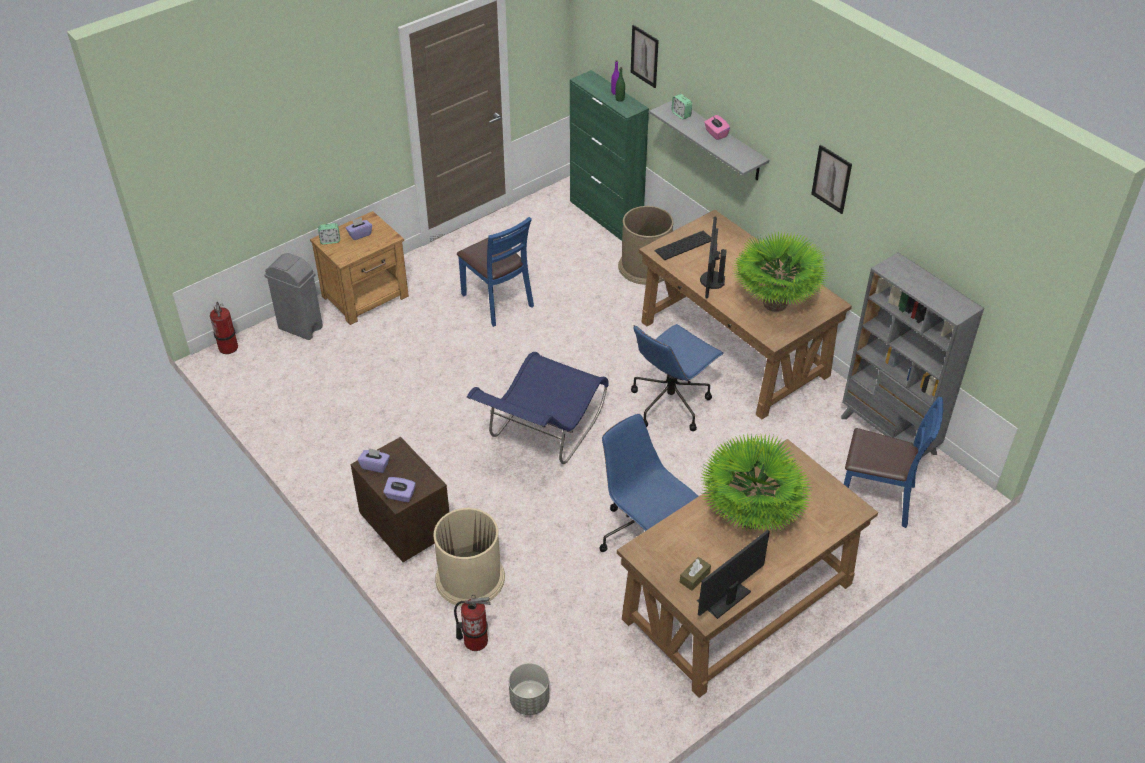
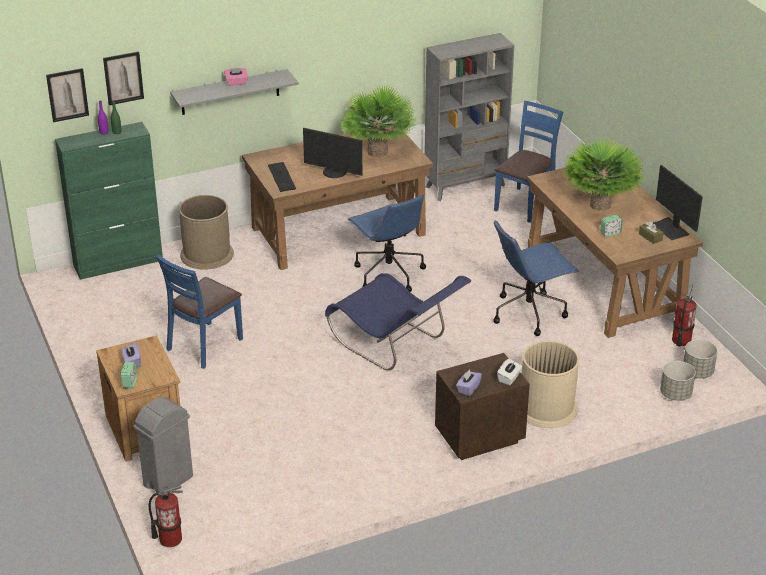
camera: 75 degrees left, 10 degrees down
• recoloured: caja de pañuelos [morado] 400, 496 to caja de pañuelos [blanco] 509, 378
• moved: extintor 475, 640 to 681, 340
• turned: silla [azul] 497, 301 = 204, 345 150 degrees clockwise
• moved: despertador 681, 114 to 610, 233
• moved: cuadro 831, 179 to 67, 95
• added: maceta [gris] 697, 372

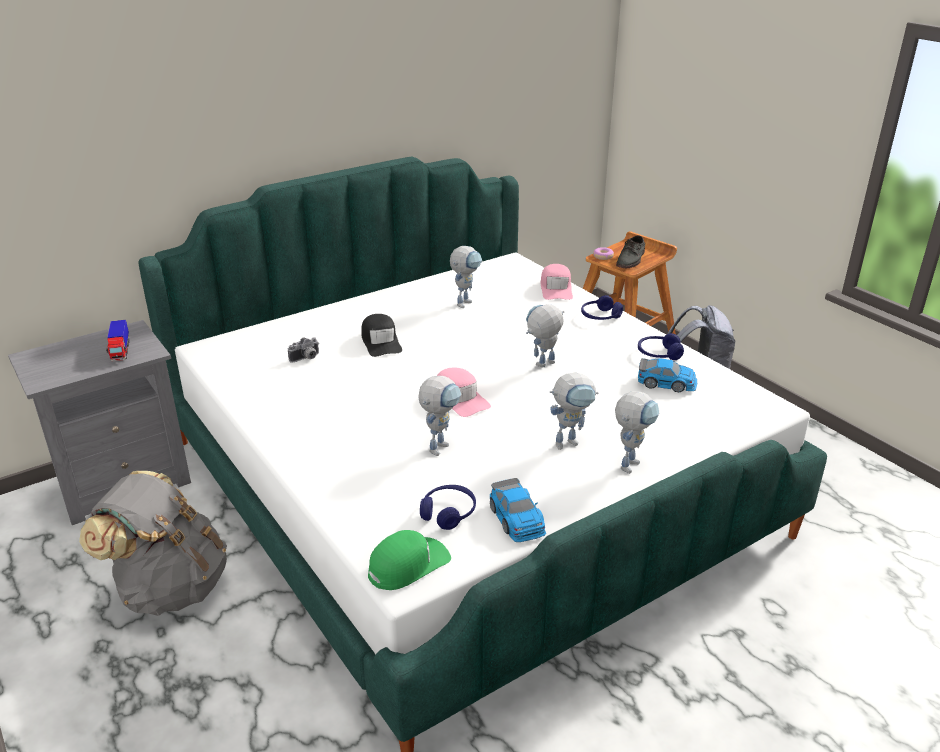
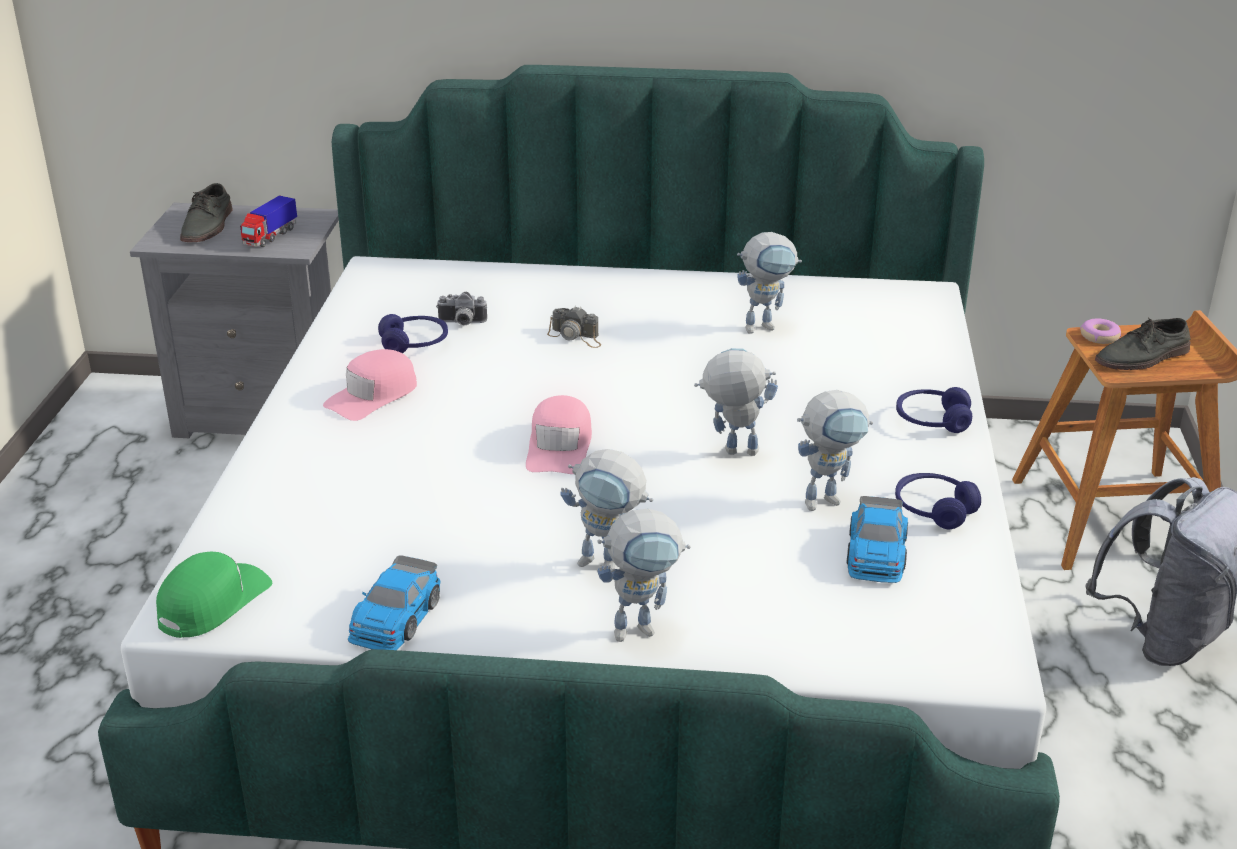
camera: 40 degrees right, 0 degrees up
• removed: mochila [gris] 170, 587
• replaced: gorra [negro] 381, 342 to cámara 576, 337
• turned: gorra [verde] 408, 565 = 213, 602 60 degrees counterclockwise
• moved: robot de juguete 440, 445 to 829, 499
• moved: auriculares [azul] 448, 513 to 414, 344
• moved: gorra [rosa] 556, 289 to 373, 396
• turned: coche de juguete 667, 383 = 876, 554 45 degrees clockwise
• added: zapato [gris] 208, 226

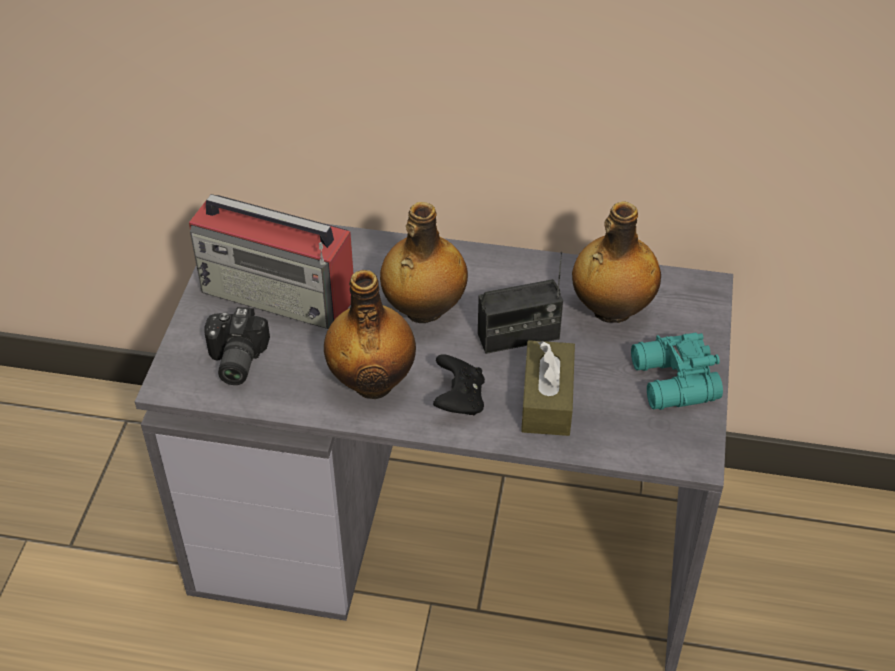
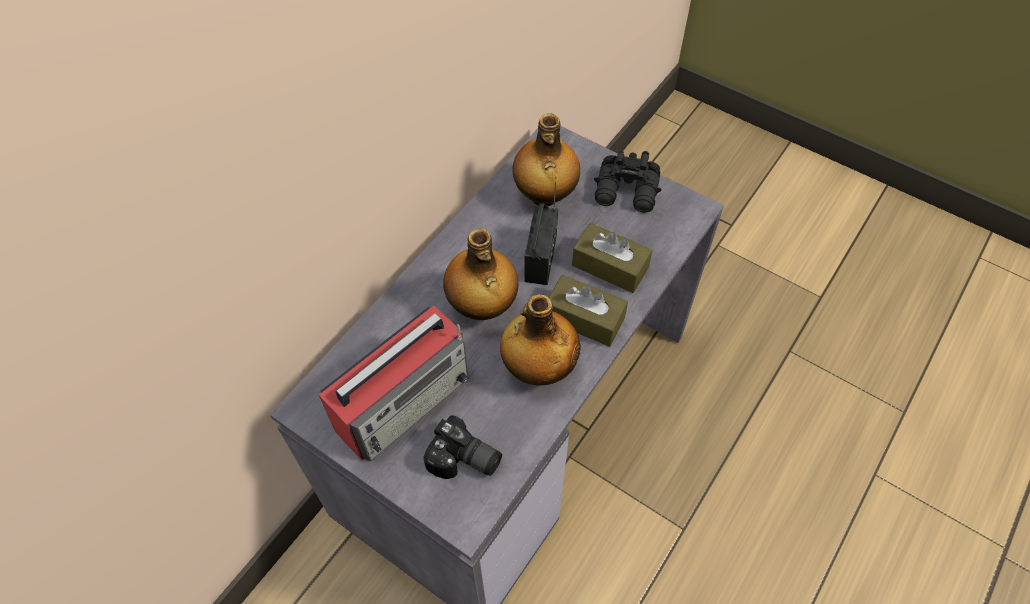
camera: 65 degrees left, 10 degrees up
• replaced: mando de consola [negro] 459, 400 to caja de pañuelos [marrón] 584, 318
• recoloured: prismáticos [turquesa] 672, 382 to prismáticos [negro] 627, 192

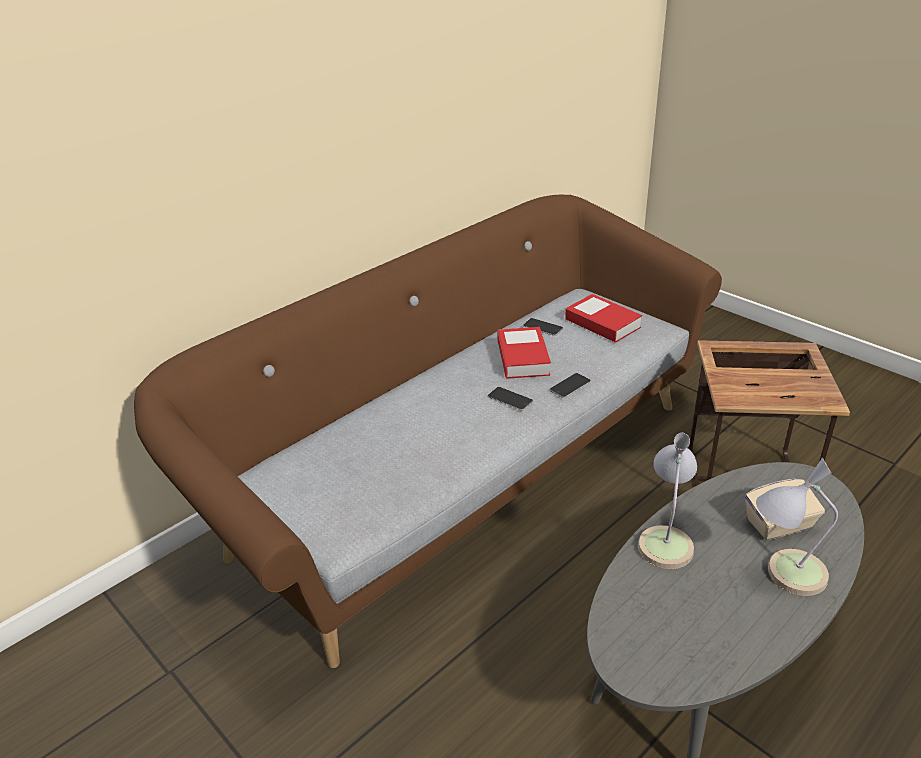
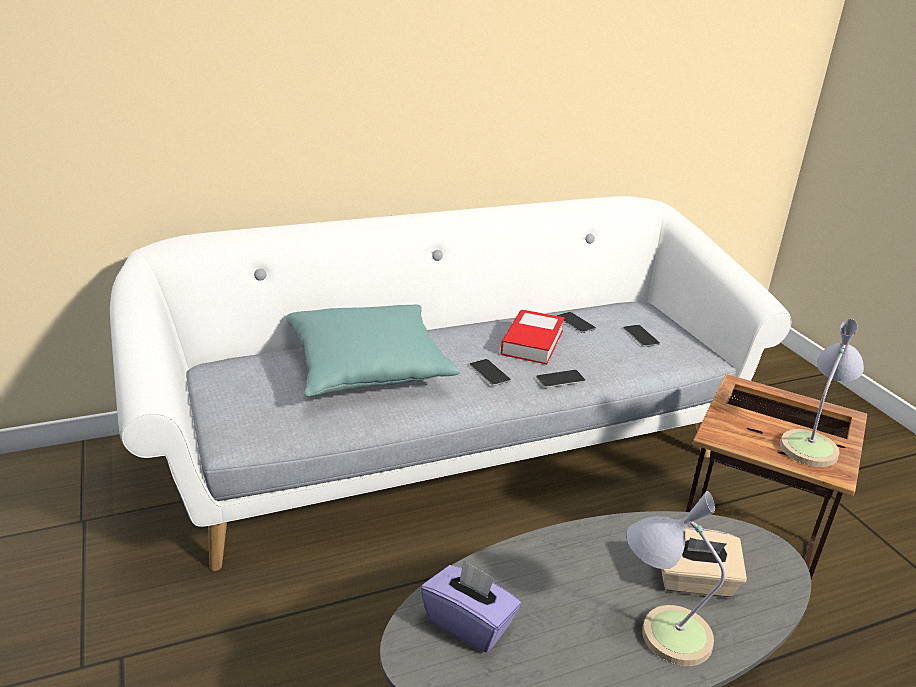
camera: 20 degrees right, 5 degrees down
• recoloured: sofá [marrón] 464, 472 to sofá [blanco] 452, 446
• replaced: libro 602, 323 to móvil 641, 336
• moved: lámpara de mesa 666, 539 to 812, 443
• added: cojín [turquesa] 368, 367
• added: caja de pañuelos [morado] 469, 623

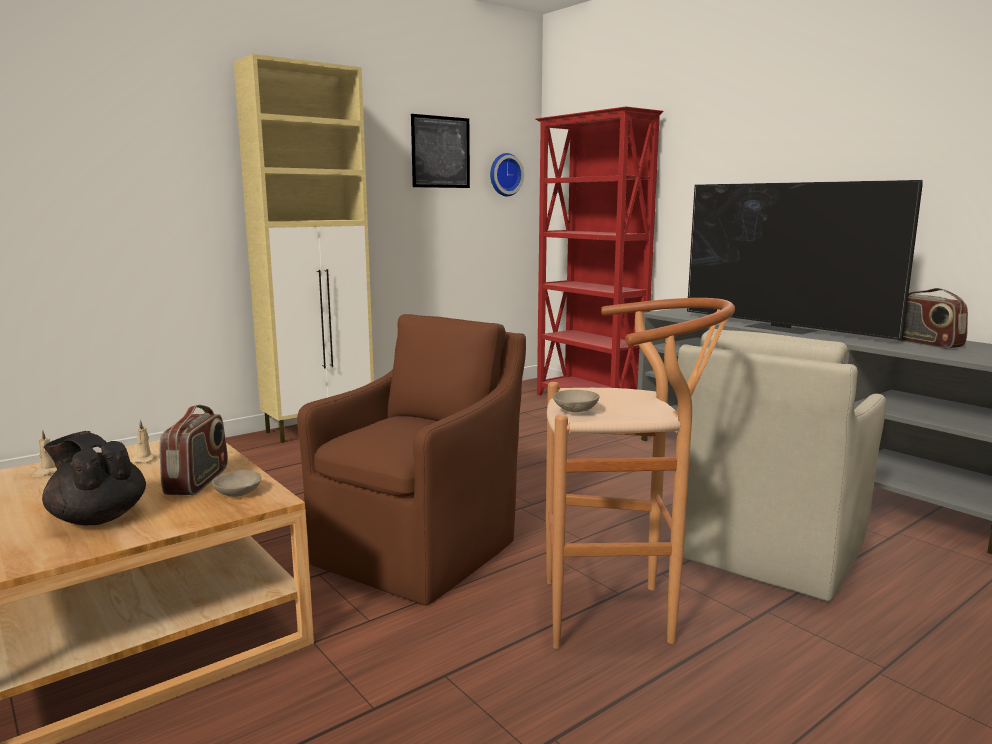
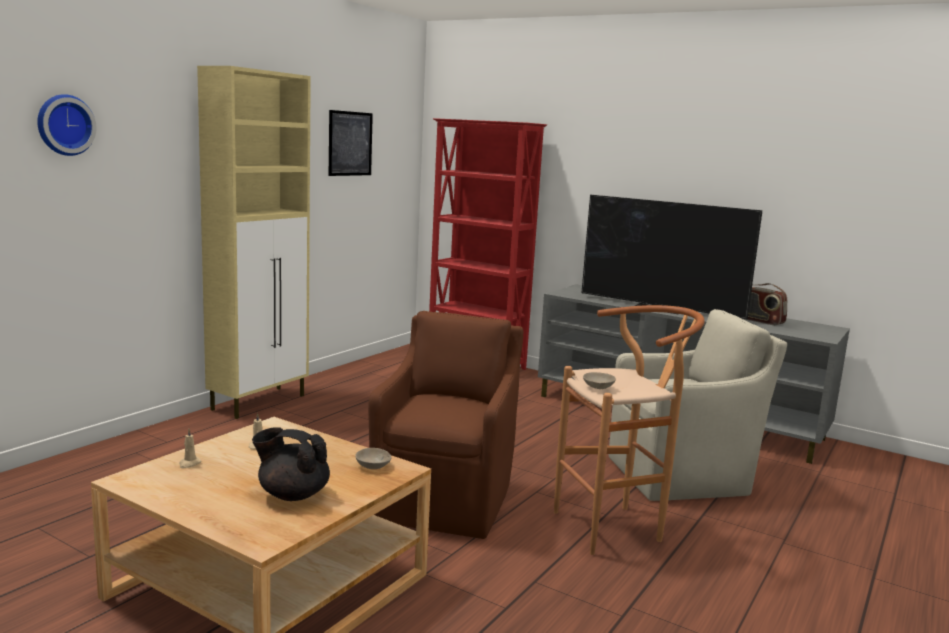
camera: 20 degrees left, 0 degrees up
• removed: radio 198, 481
• moved: reloj de pared 504, 175 to 64, 125
• turned: sillón [beis] 768, 552 = 681, 476 120 degrees counterclockwise

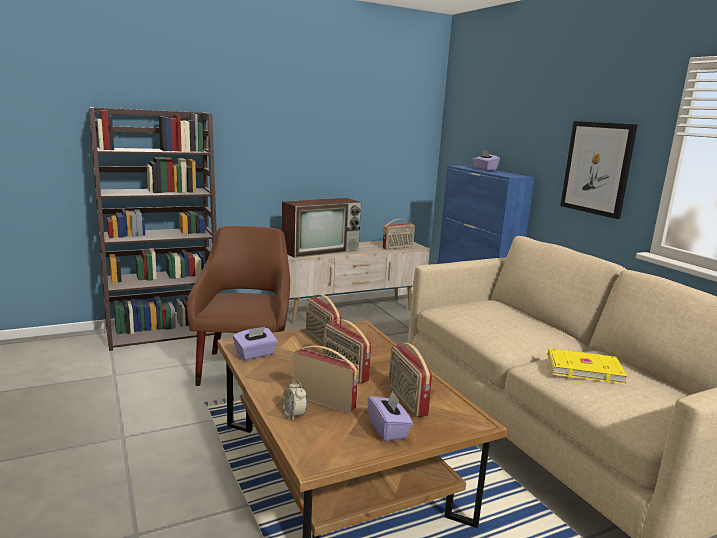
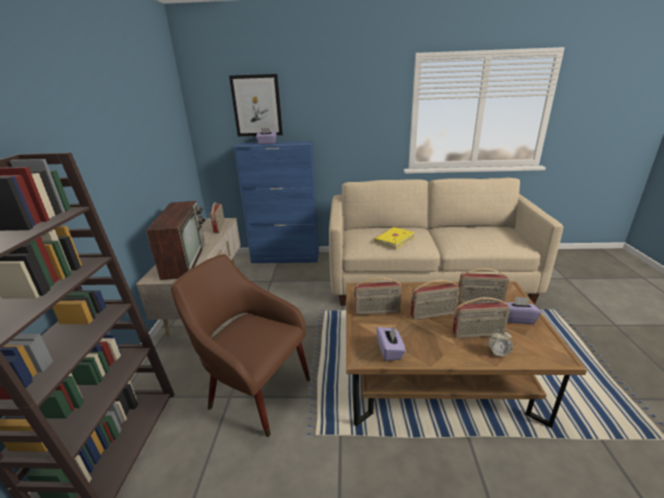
camera: 60 degrees left, 10 degrees up
• turned: radio 324, 401 = 478, 334 150 degrees counterclockwise
• moved: libro [amarillo] 583, 368 to 393, 239
• moved: cuadro 597, 168 to 257, 106

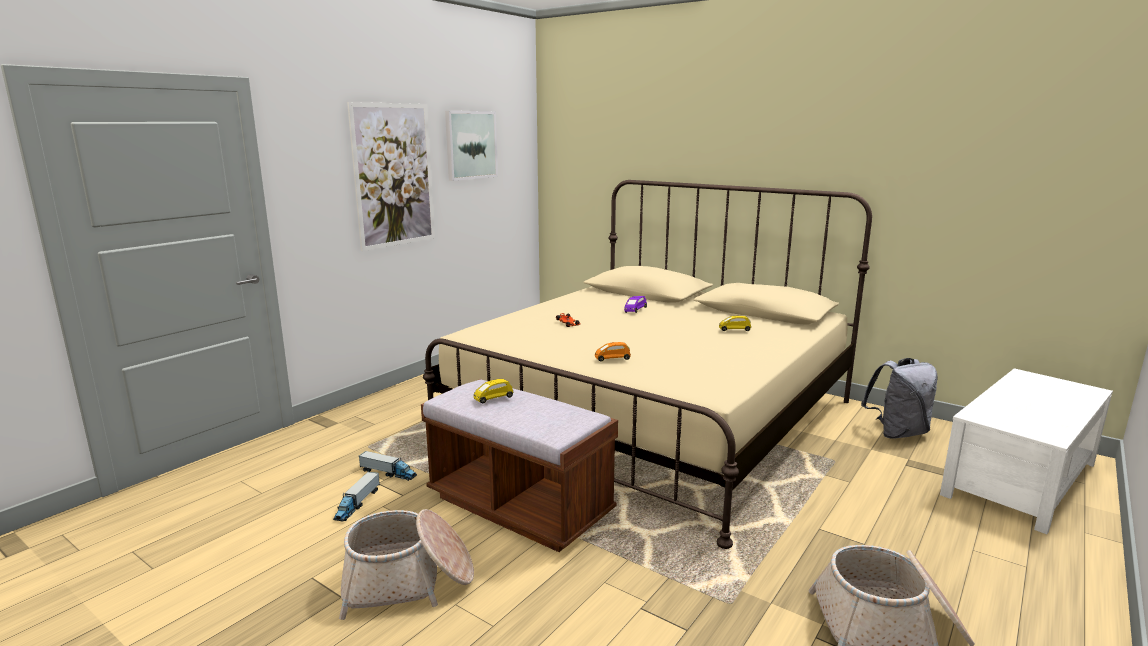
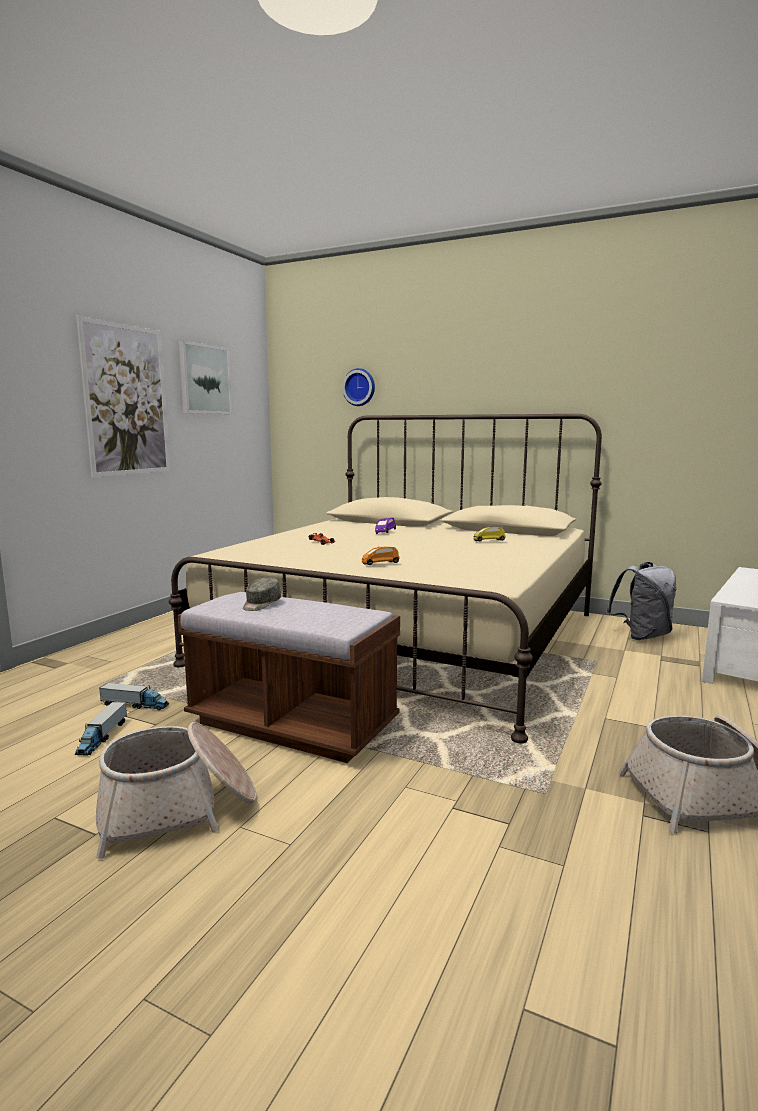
camera: 10 degrees left, 5 degrees down
• replaced: coche de juguete [amarillo] 493, 399 to gorra [gris] 261, 604
• added: reloj de pared 360, 387

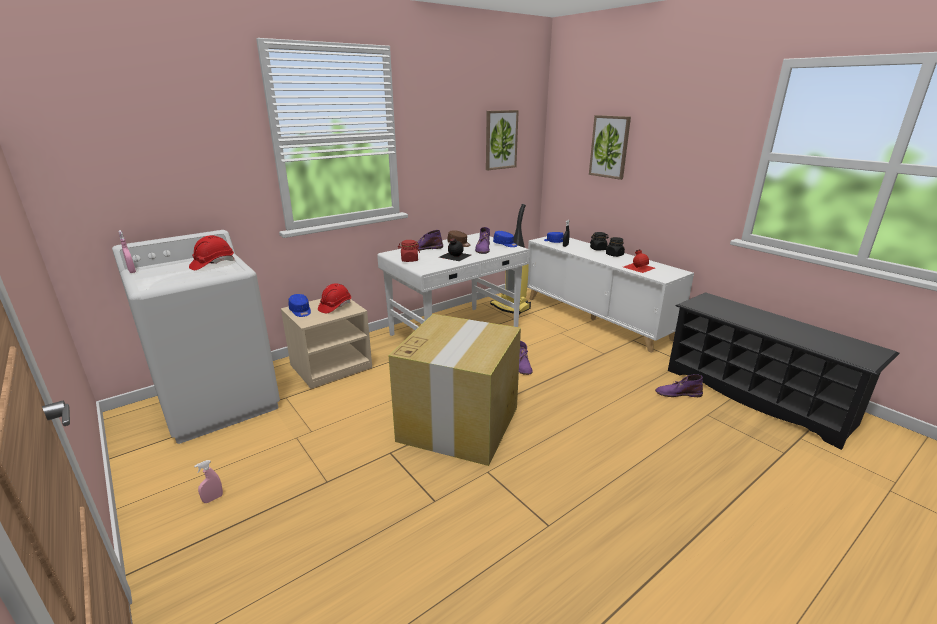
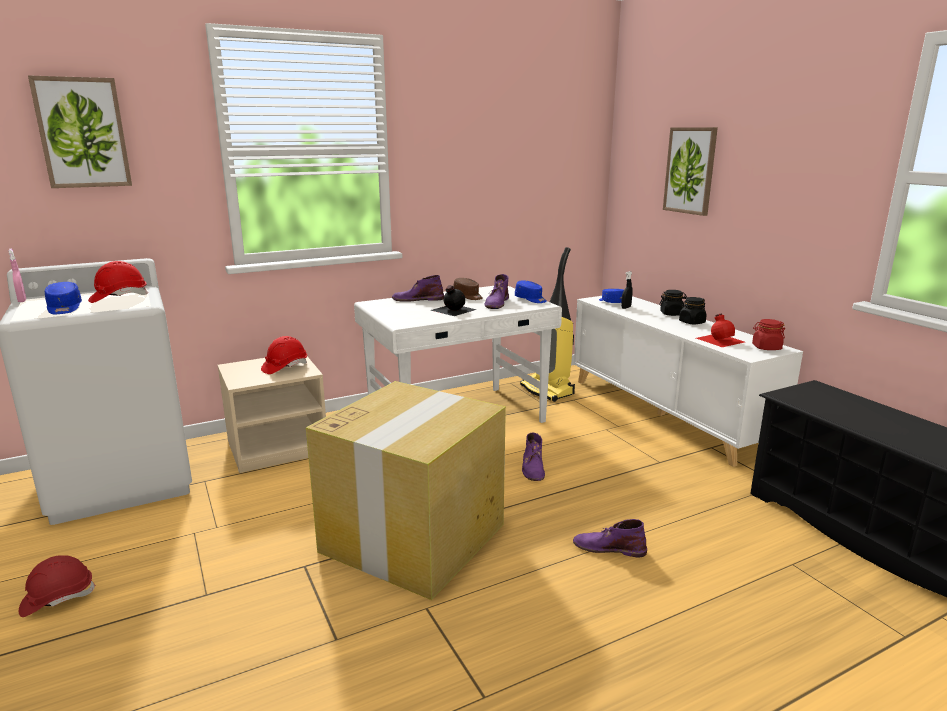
camera: 10 degrees right, 5 degrees down
• replaced: pulverizador [rosa] 213, 498 to casco [rojo] 57, 598
• moved: gorra [azul] 300, 311 to 64, 308
• moved: tarro [rojo] 409, 260 to 766, 348
• moved: cuadro 501, 140 to 82, 133
• moved: bota [morado] 677, 393 to 608, 547

